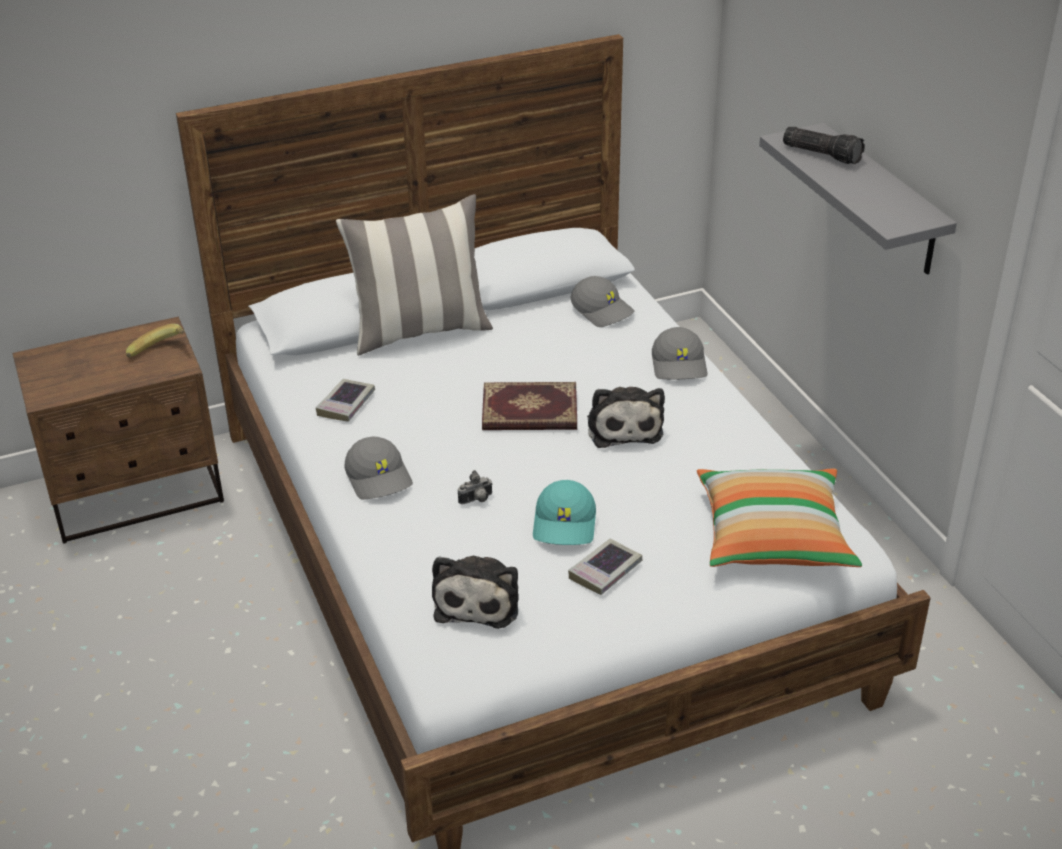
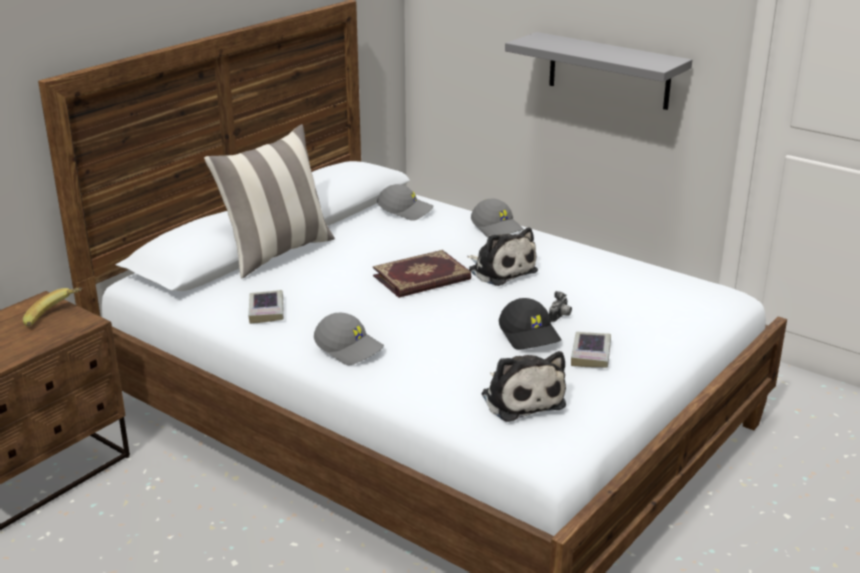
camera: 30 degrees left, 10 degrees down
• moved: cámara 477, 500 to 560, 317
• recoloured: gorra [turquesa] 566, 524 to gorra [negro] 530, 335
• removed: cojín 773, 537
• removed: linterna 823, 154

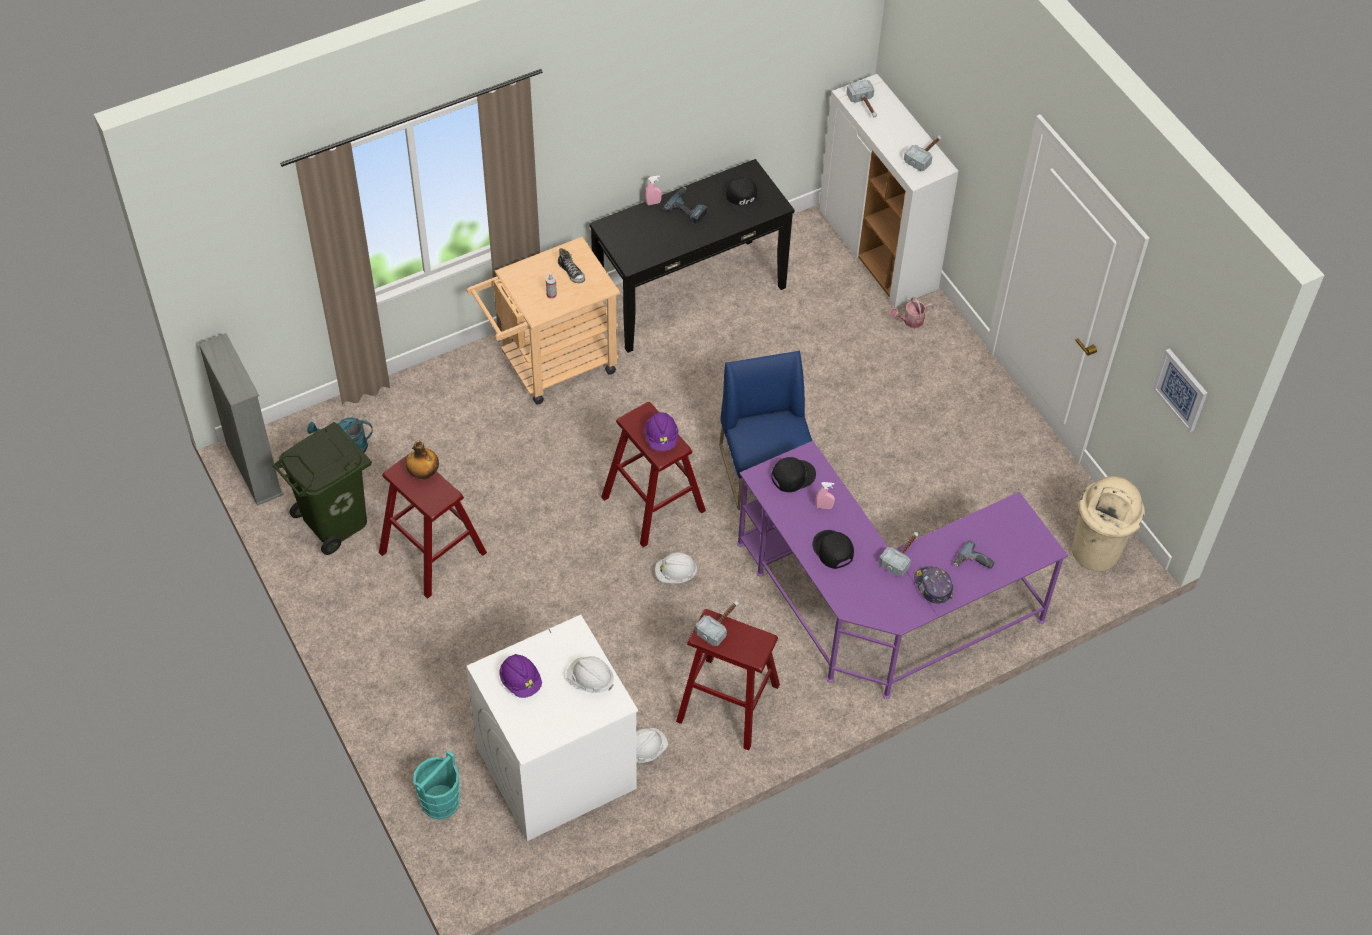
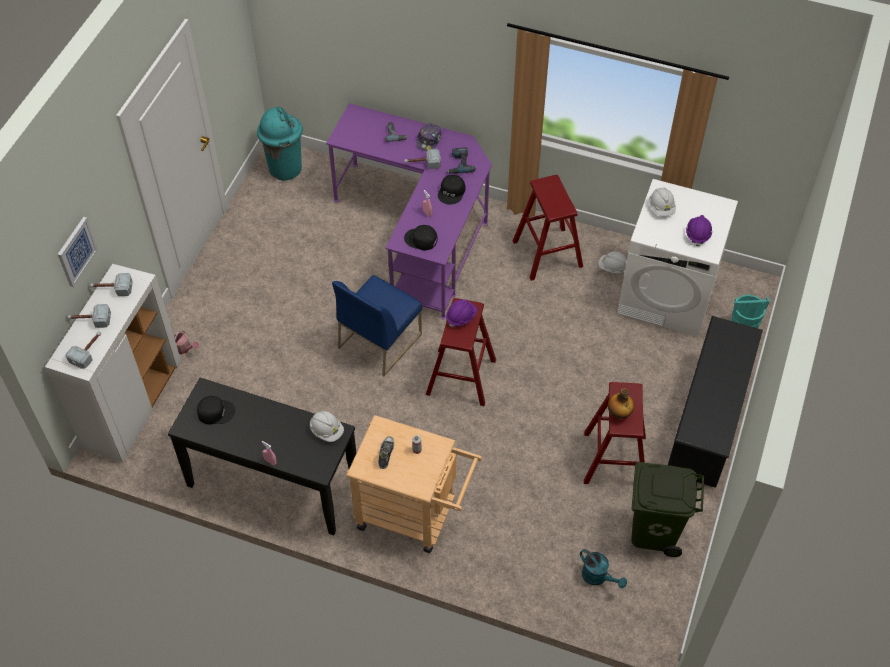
camera: 130 degrees left, 0 degrees up
• removed: estantería [gris] 254, 470
• moved: casco [blanco] 675, 574 to 327, 431
• moved: taladro 687, 208 to 458, 164
• moved: martillo 720, 623 to 90, 320
• turned: gorra [negro] 744, 198 = 215, 411 60 degrees clockwise
• recoloured: papelera [beis] 1096, 552 to papelera [turquesa] 285, 168
• moved: cuadro 1181, 389 to 76, 251
• added: zapatero [negro] 707, 421

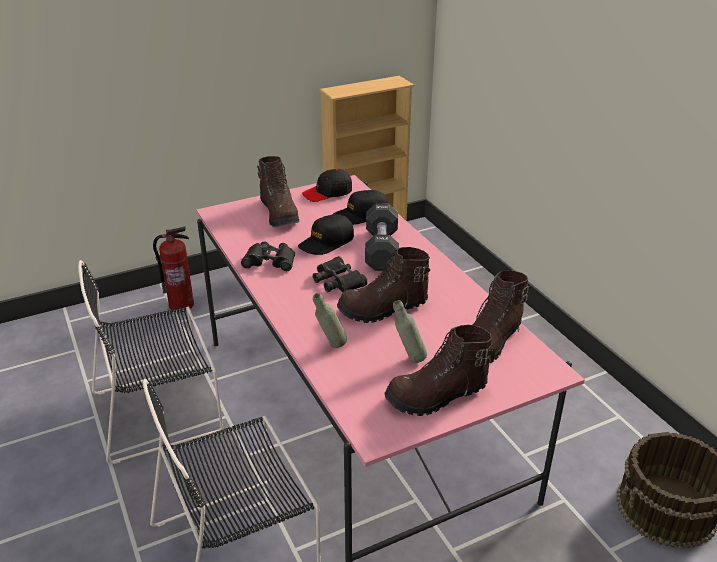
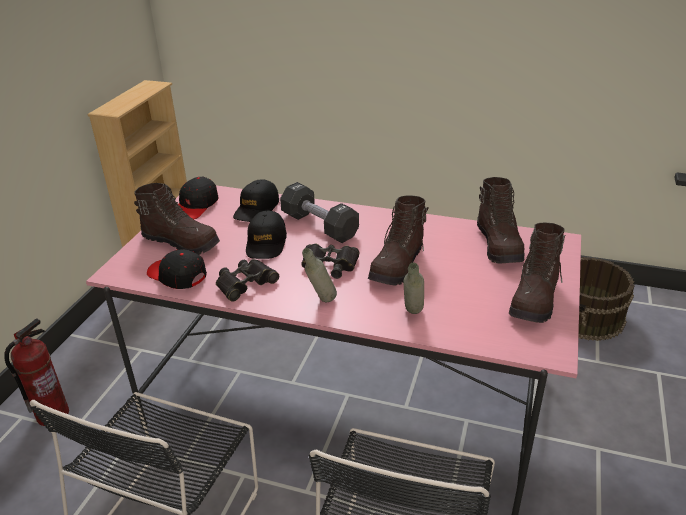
camera: 45 degrees left, 0 degrees up
• moved: botella [gris] 408, 359 to 321, 302
• added: gorra [negro] 177, 275

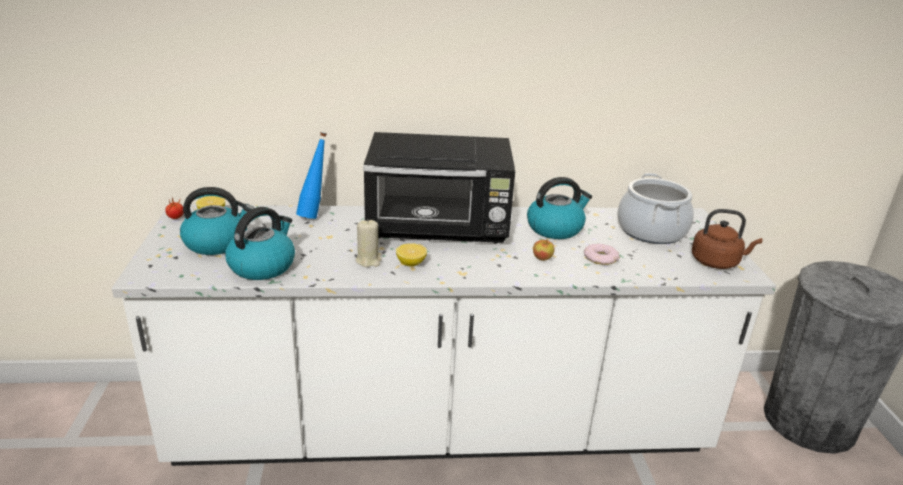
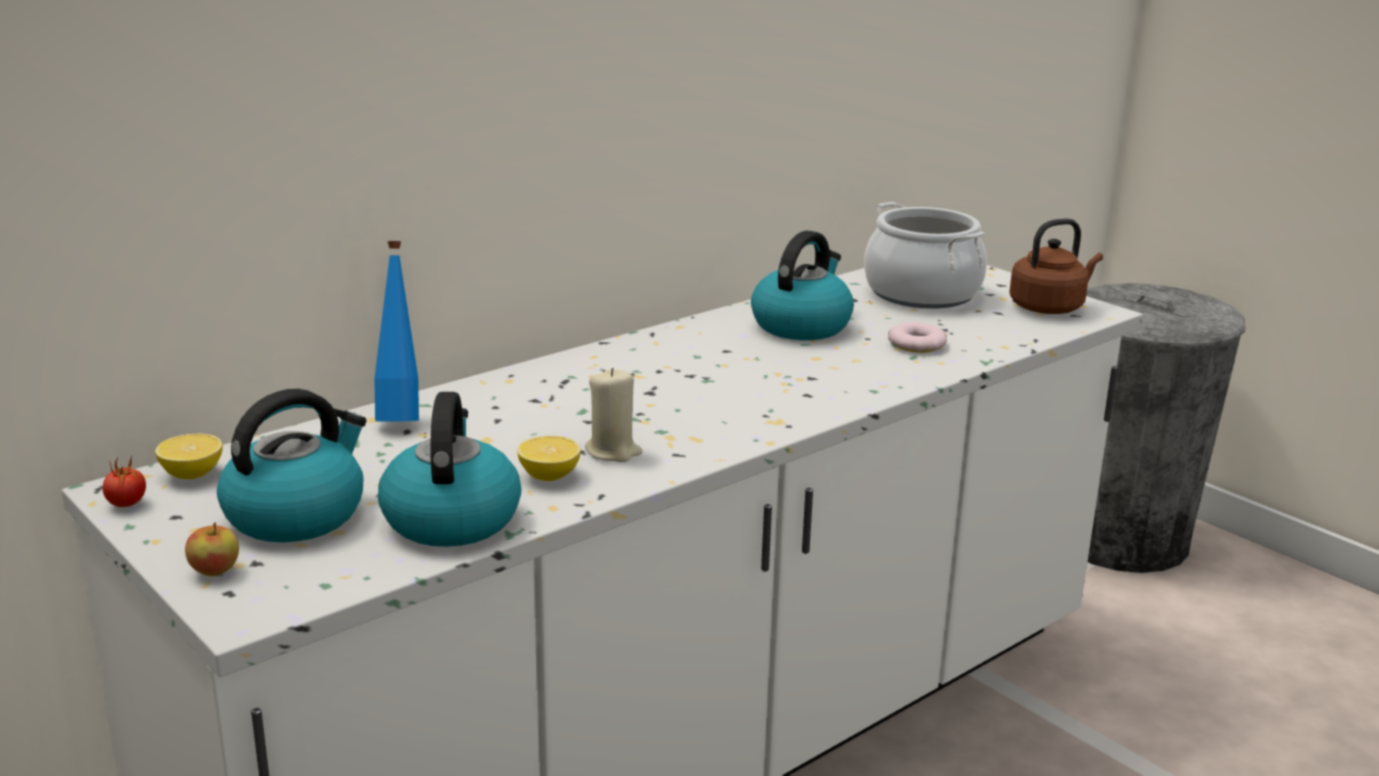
camera: 35 degrees left, 5 degrees down
• removed: microondas [negro] 439, 228
• moved: limón 411, 263 to 549, 476
• moved: manzana 542, 258 to 215, 571

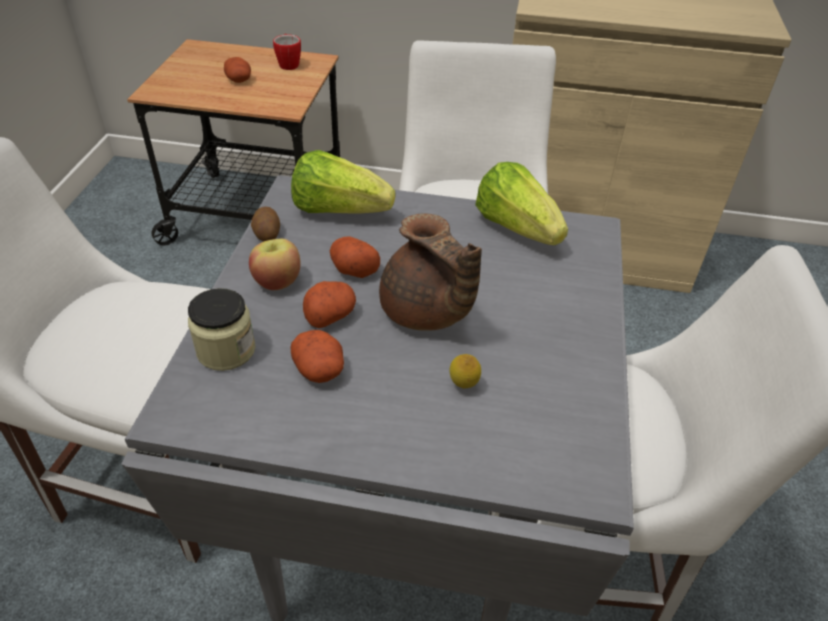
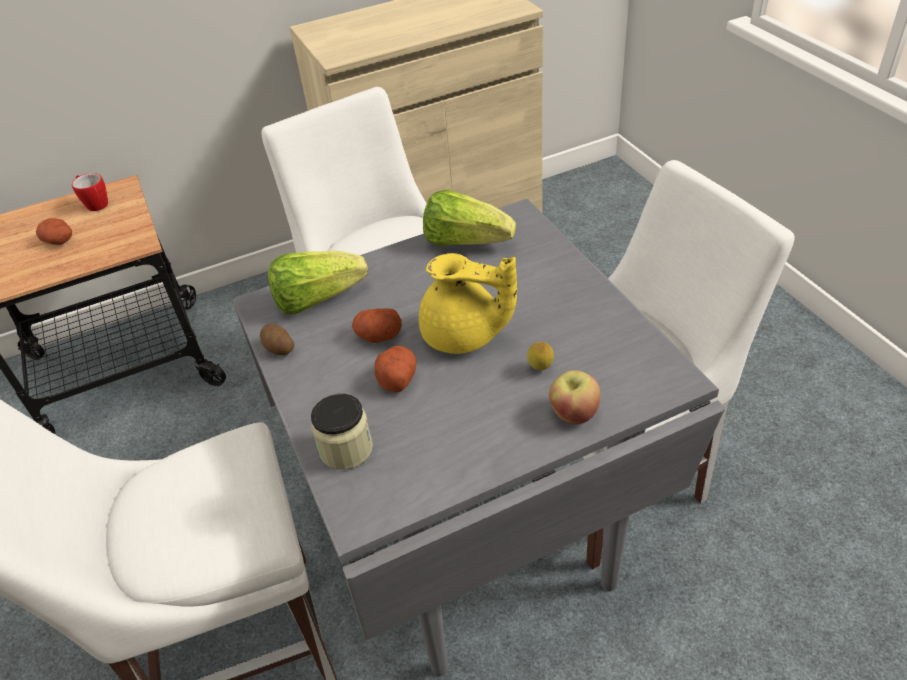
camera: 30 degrees left, 0 degrees up
• moved: manzana 277, 281 to 573, 413
• removed: patata 320, 369
• recoloured: tetera [marrón] 426, 312 to tetera [amarillo] 464, 336

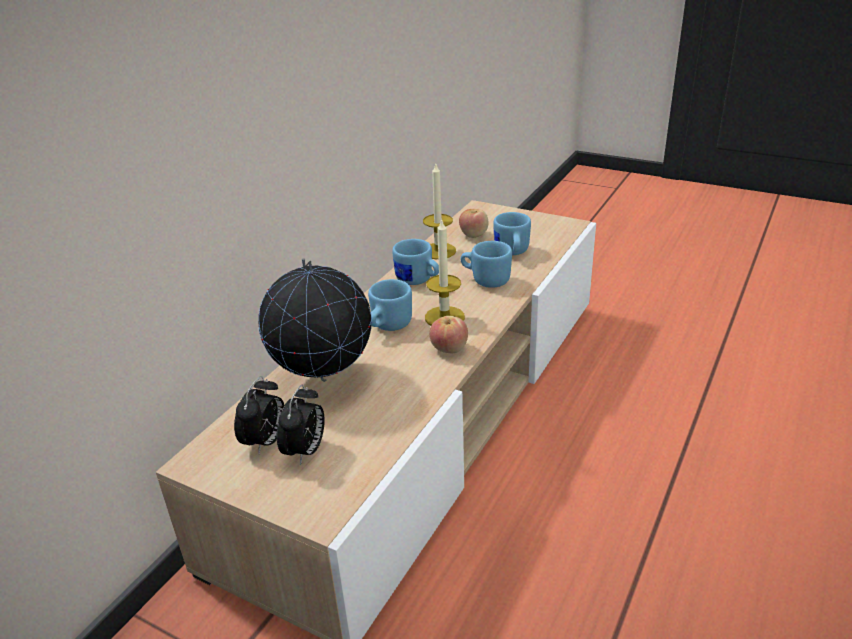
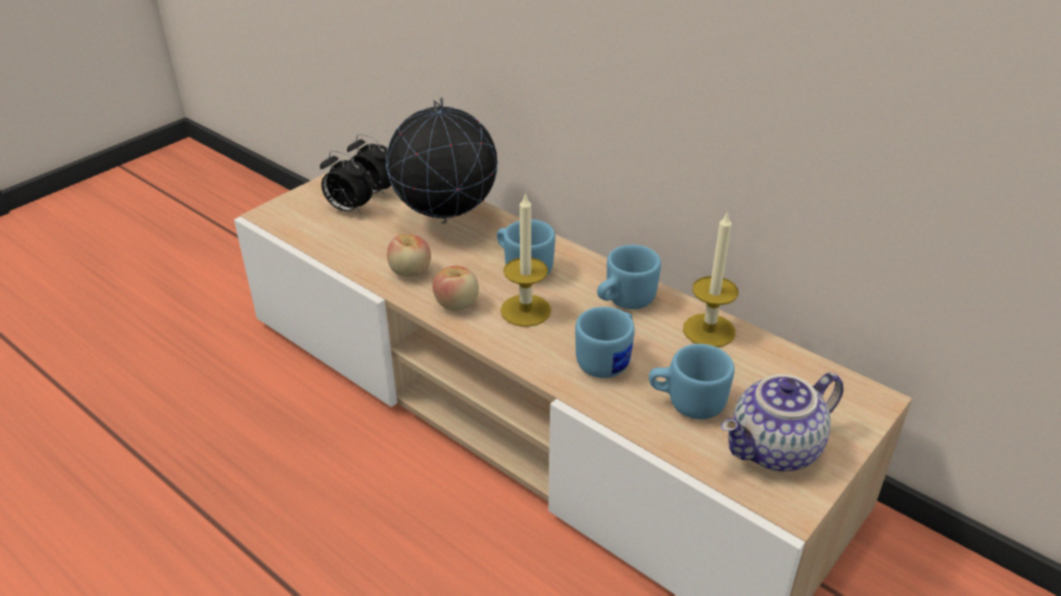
camera: 100 degrees right, 5 degrees up
• moved: manzana 473, 235 to 410, 272
• added: tetera 775, 451

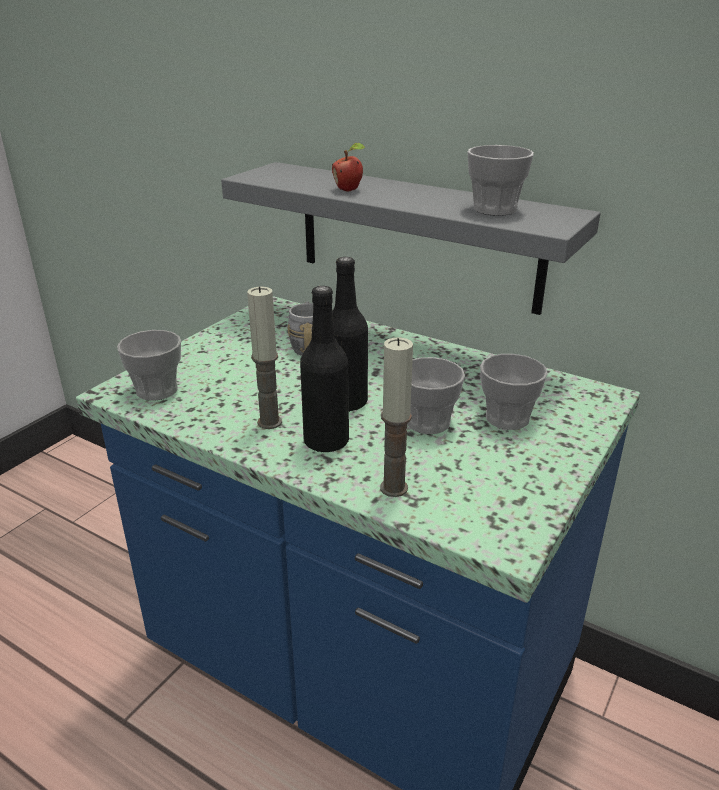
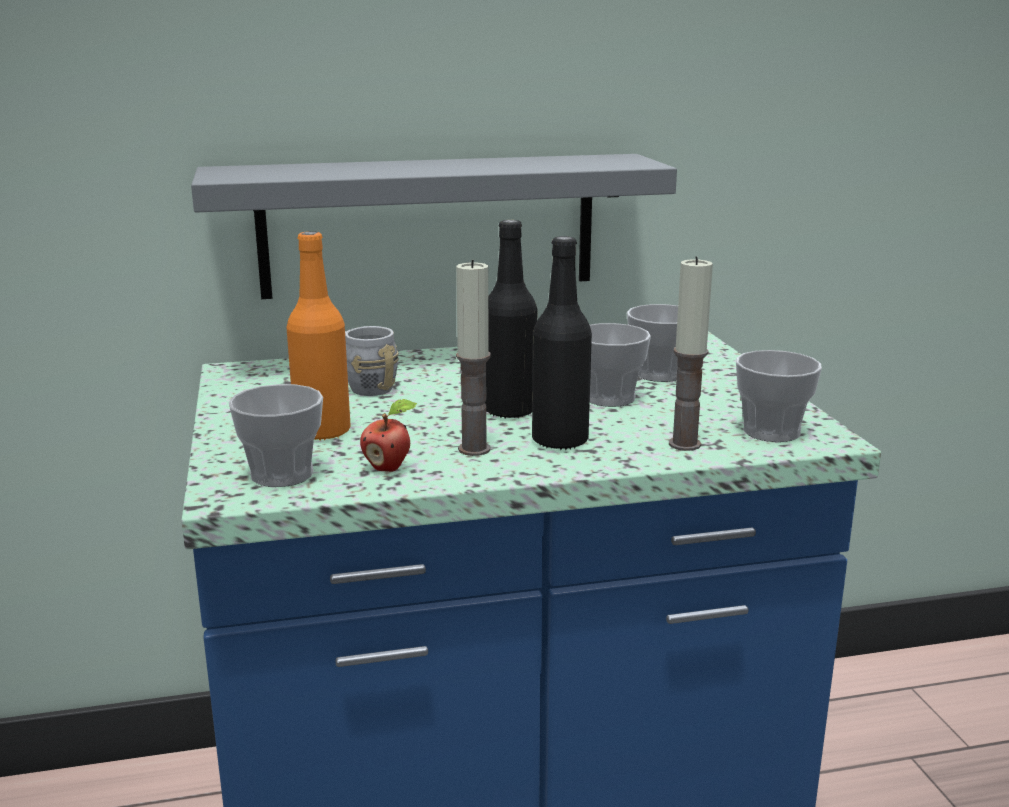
camera: 45 degrees left, 10 degrees down
• moved: manzana 349, 190 to 389, 468
• moved: taza 495, 209 to 771, 431
• added: botella [naranja] 322, 432

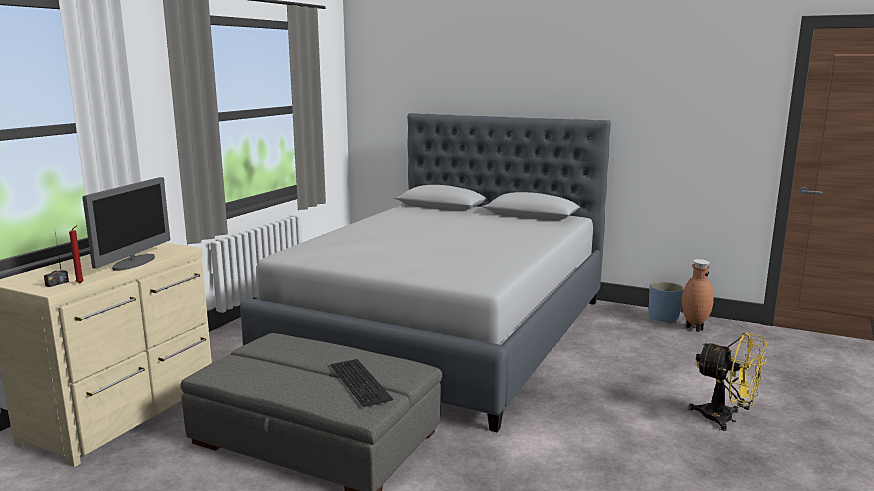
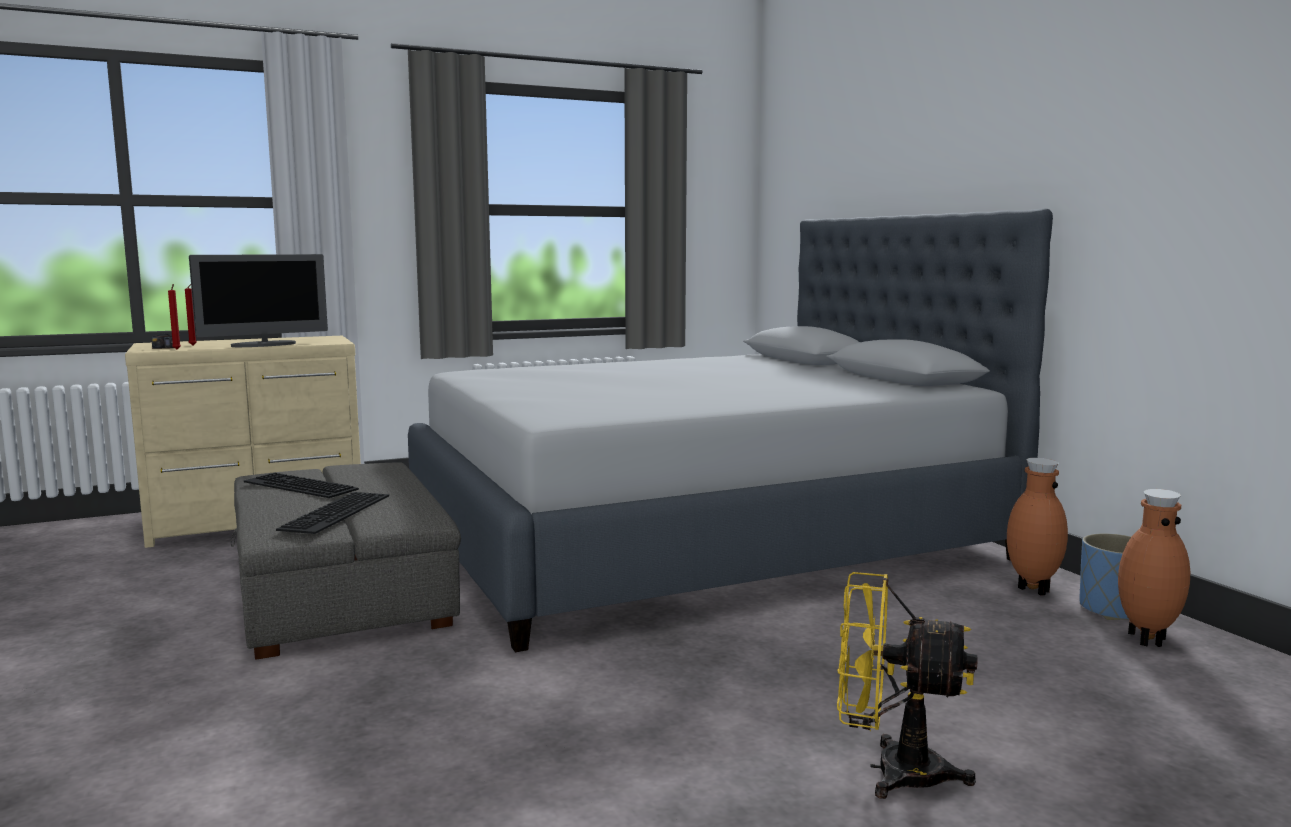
camera: 40 degrees right, 5 degrees down
• turned: ventilador [amarillo] 725, 419 = 891, 771 120 degrees clockwise
• added: vela [rojo] 194, 345
• added: teclado 297, 486
• added: florero [marrón] 1031, 589

